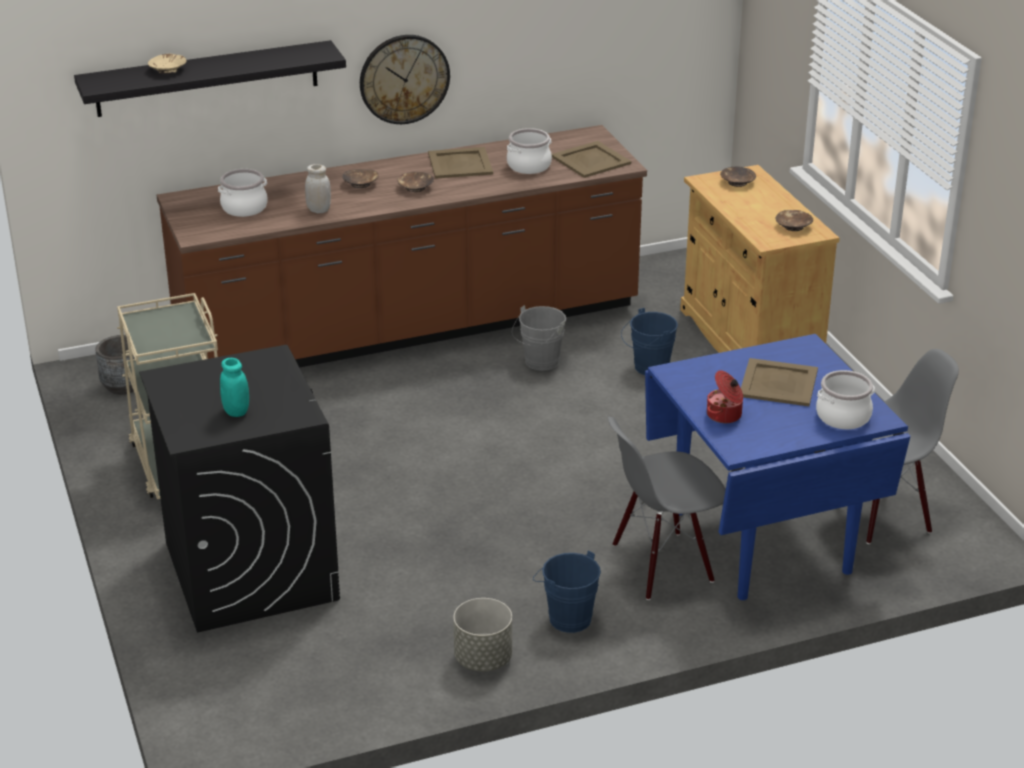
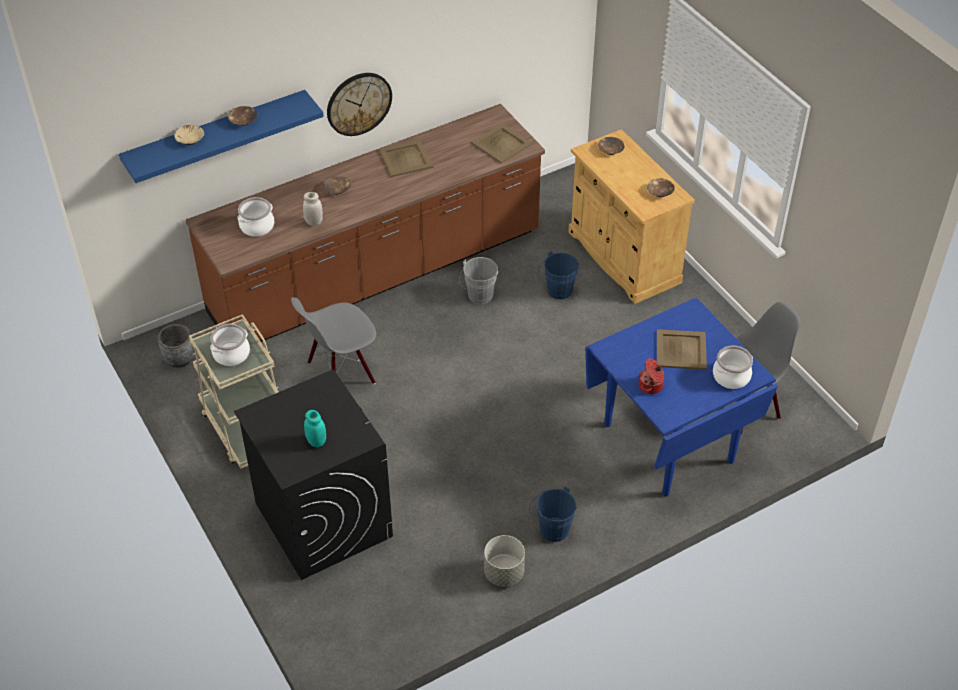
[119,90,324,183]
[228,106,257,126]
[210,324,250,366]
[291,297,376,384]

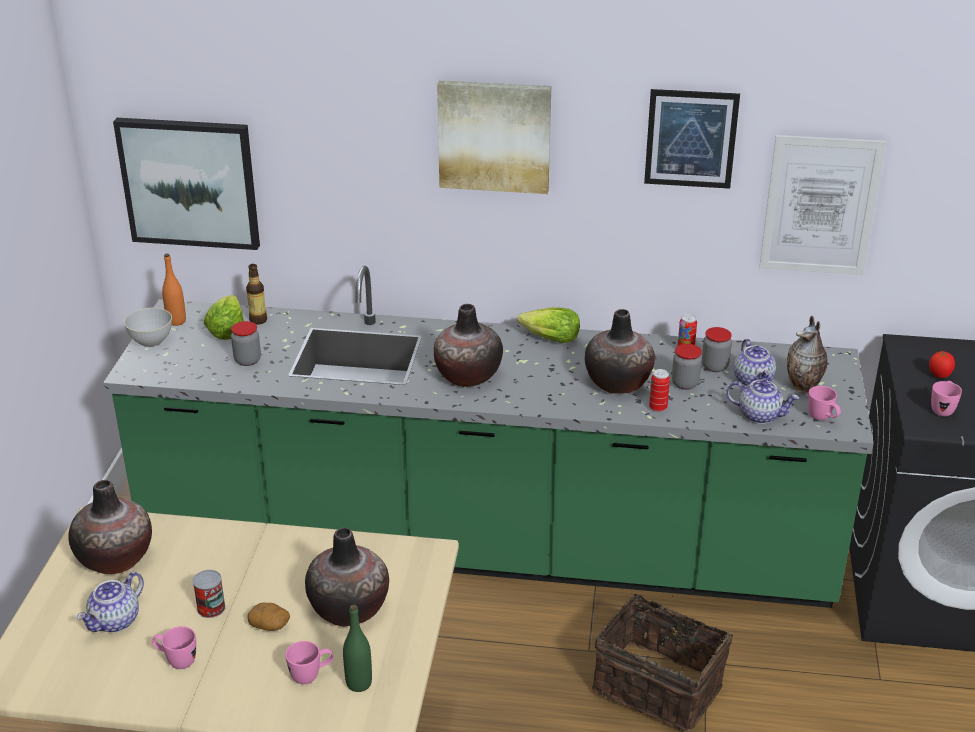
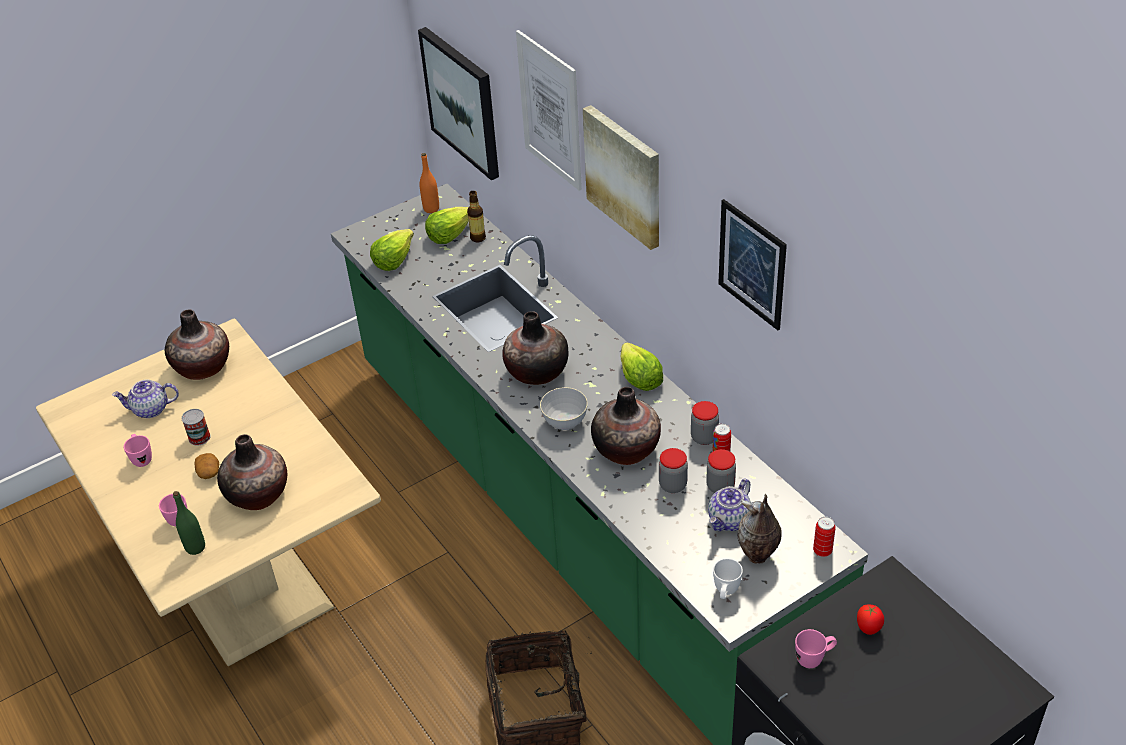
[540,387,588,430]
[691,401,719,445]
[813,517,836,557]
[726,380,799,424] (first image)
[516,30,582,191]
[713,558,743,599]
[370,229,414,271]

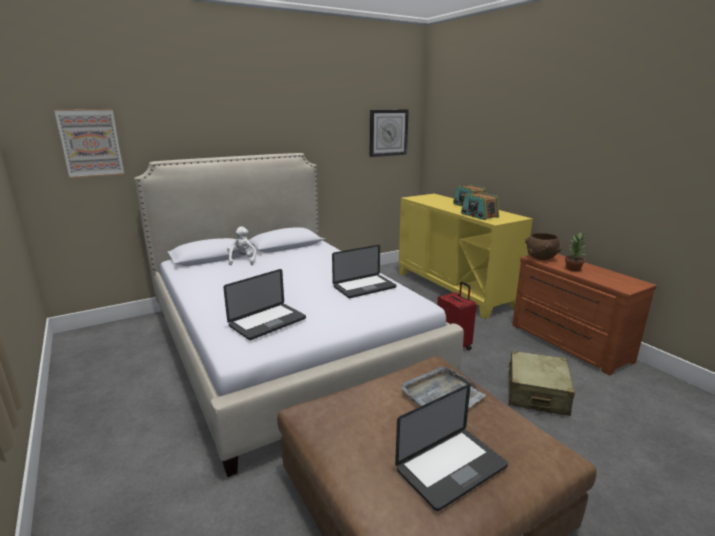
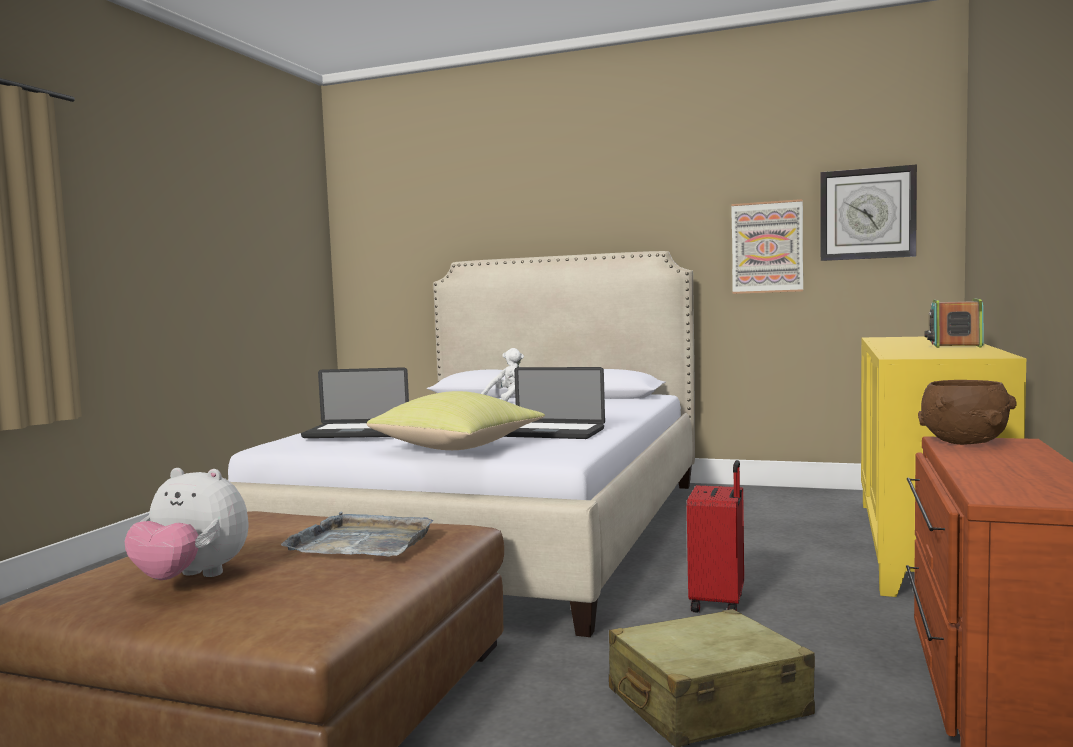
[731,199,803,294]
[125,468,249,580]
[461,192,499,220] (first image)
[565,232,586,271] (first image)
[367,391,545,450]

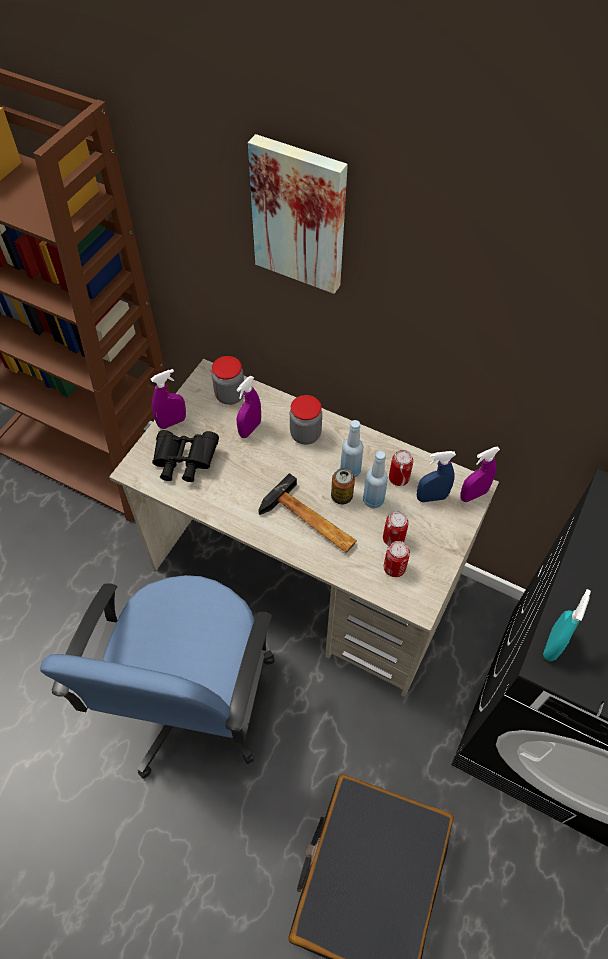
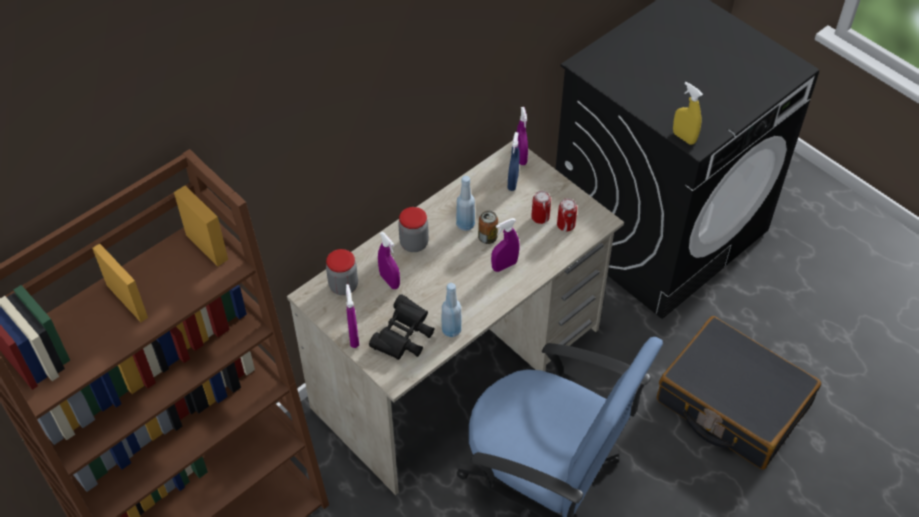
[248,134,348,294] (first image)
[491,218,519,272]
[442,283,462,337]
[389,450,413,486] (first image)
[673,82,703,145]

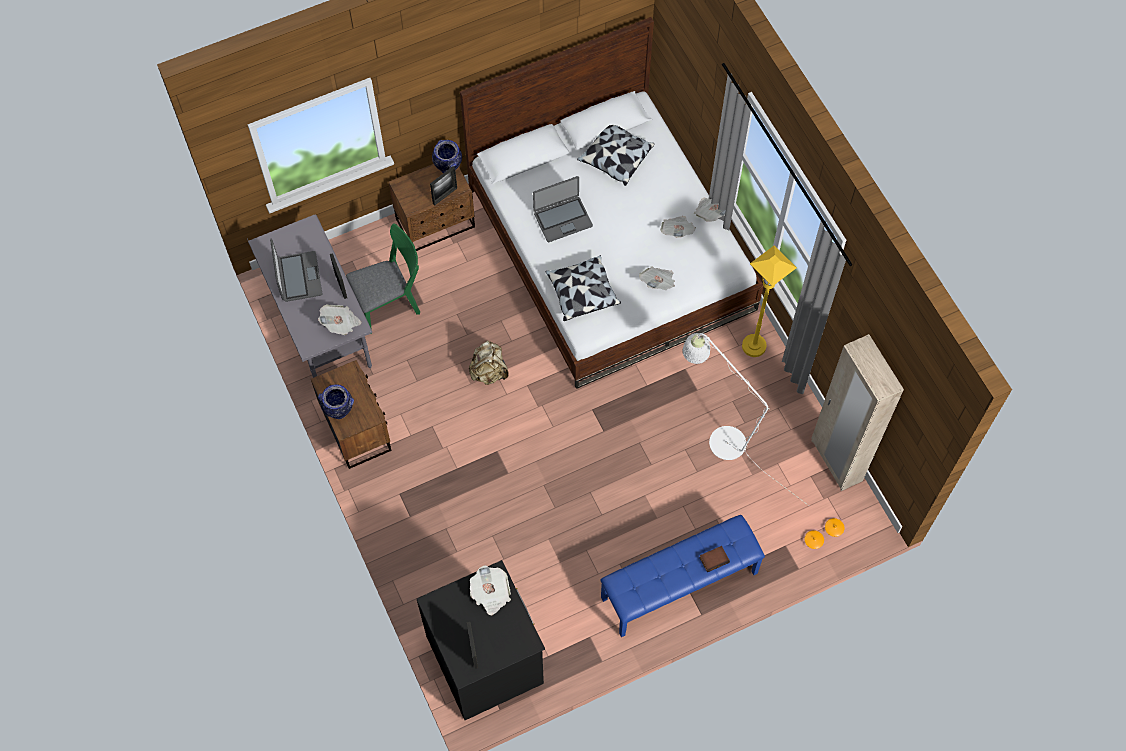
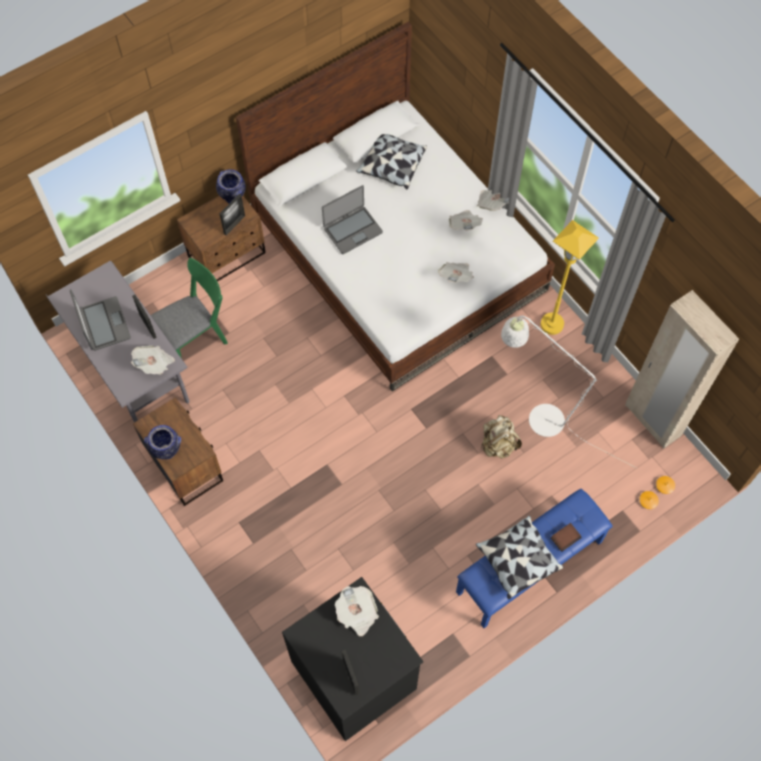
[481,415,522,459]
[476,515,564,599]

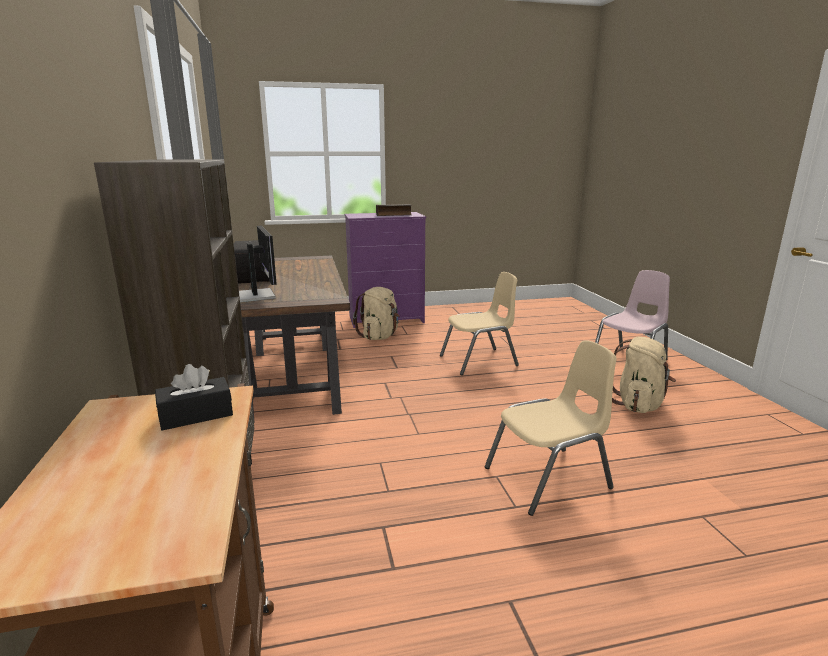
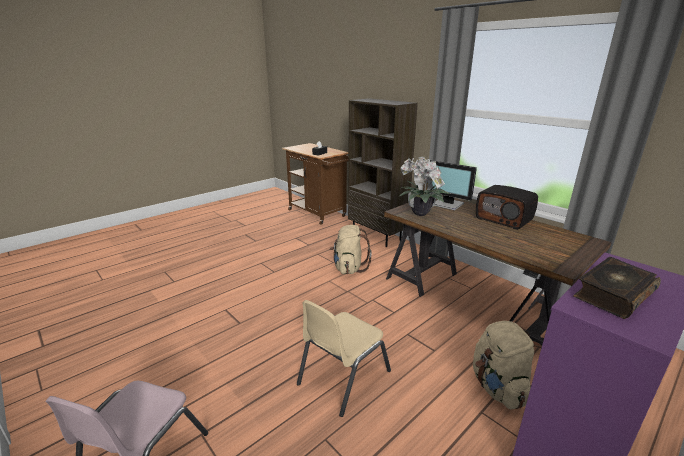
[485,340,617,516] (first image)
[330,225,372,274]
[400,156,450,216]

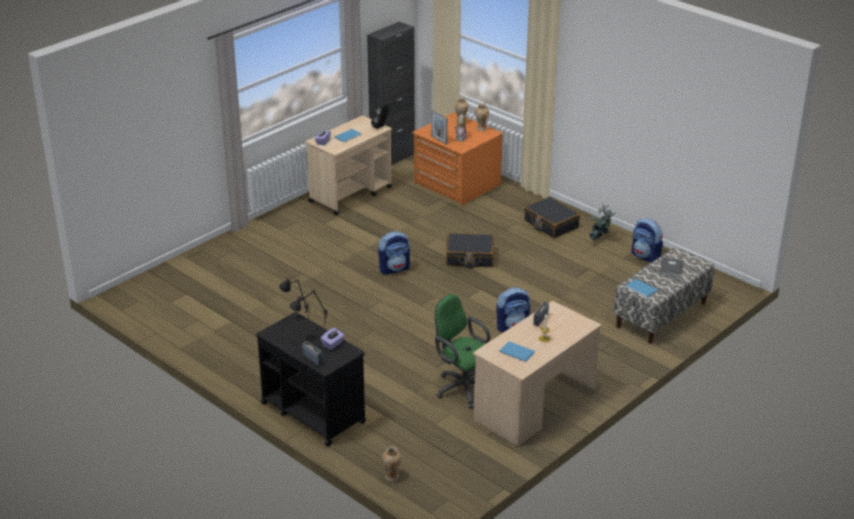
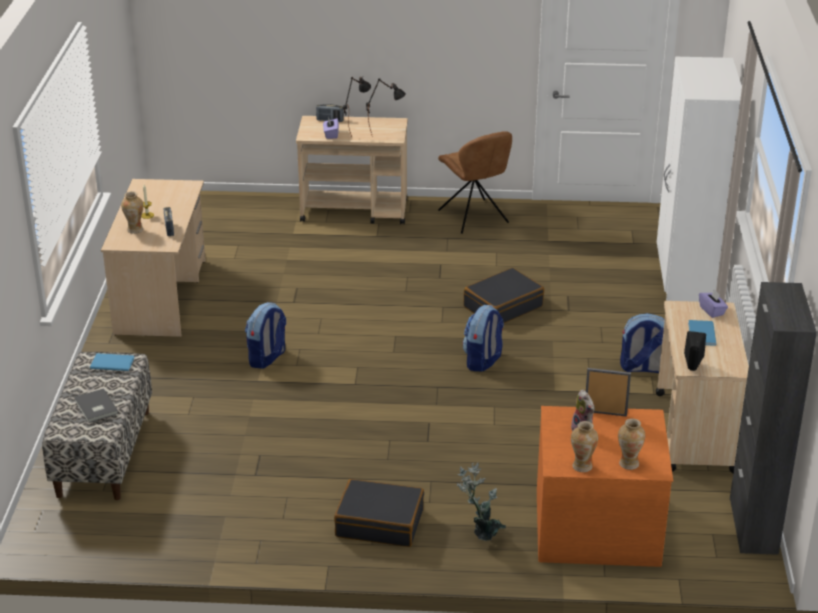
[296,116,408,224]
[121,191,143,234]
[435,294,490,409] (first image)
[463,268,544,323]
[499,341,535,362] (first image)
[457,463,506,541]
[620,313,665,373]
[438,131,512,234]
[657,57,742,302]

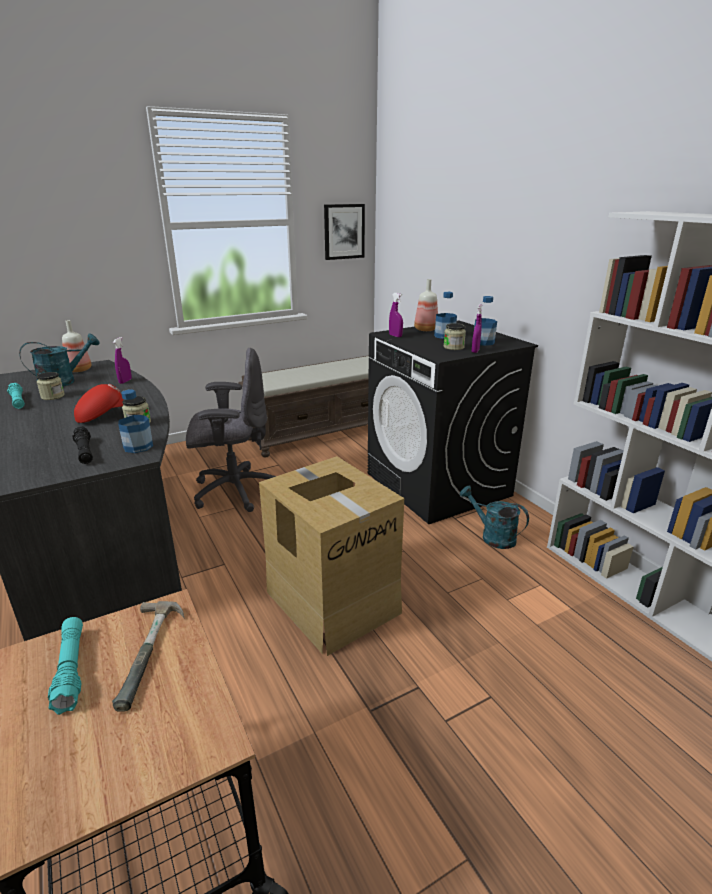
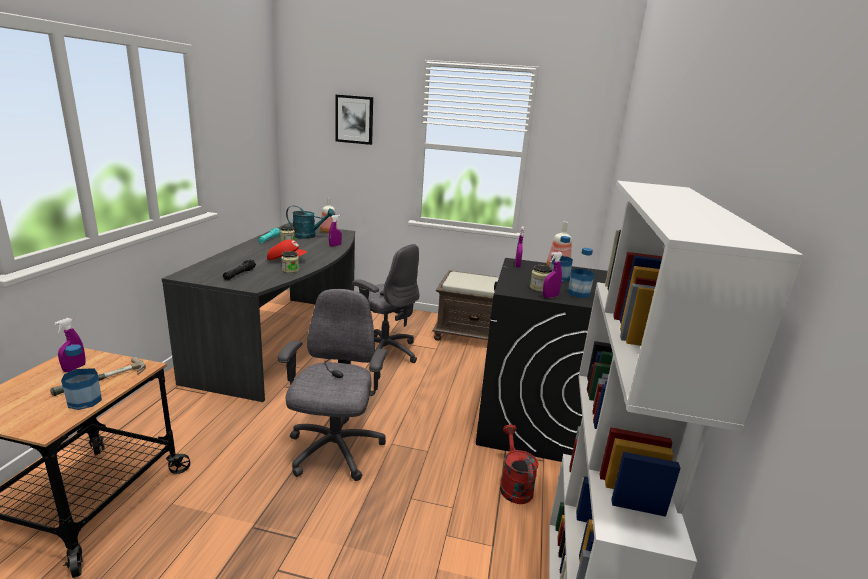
[54,318,86,372]
[61,345,102,410]
[278,289,387,481]
[335,95,373,145]
[500,424,538,504]

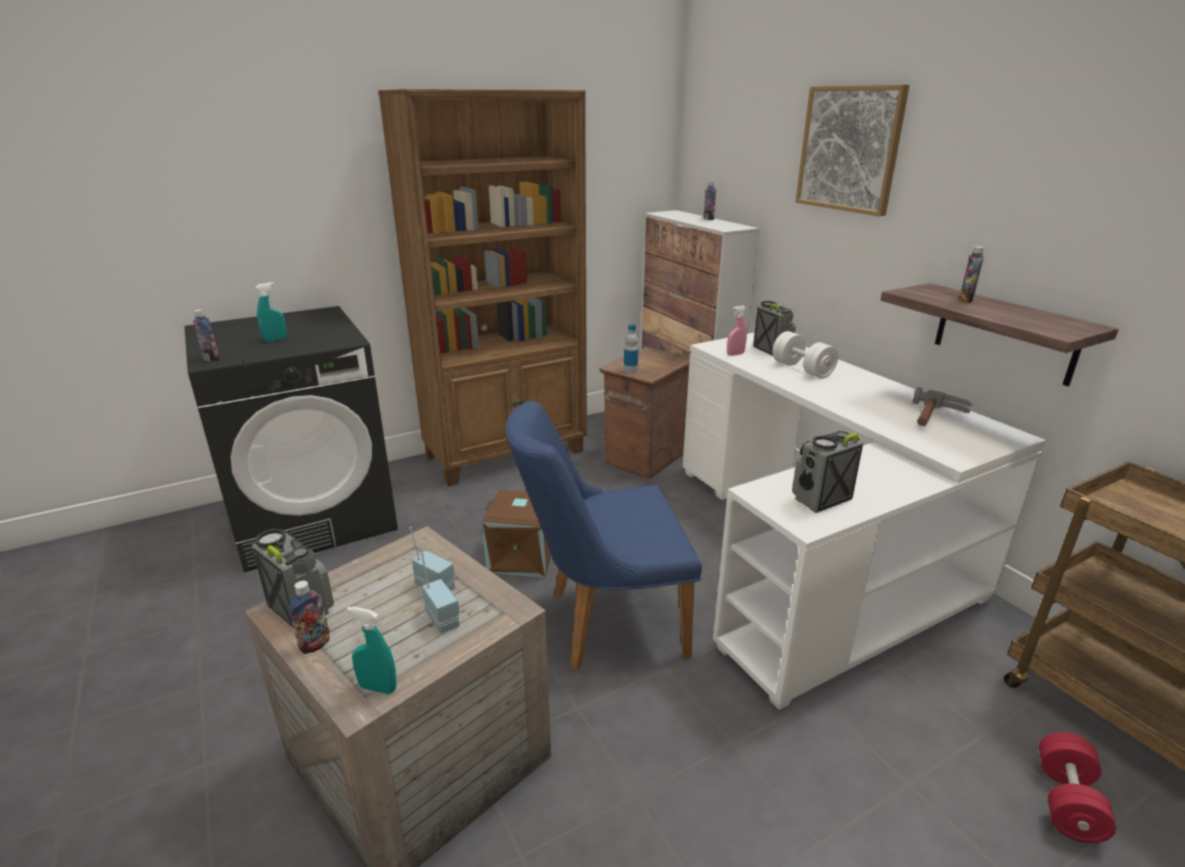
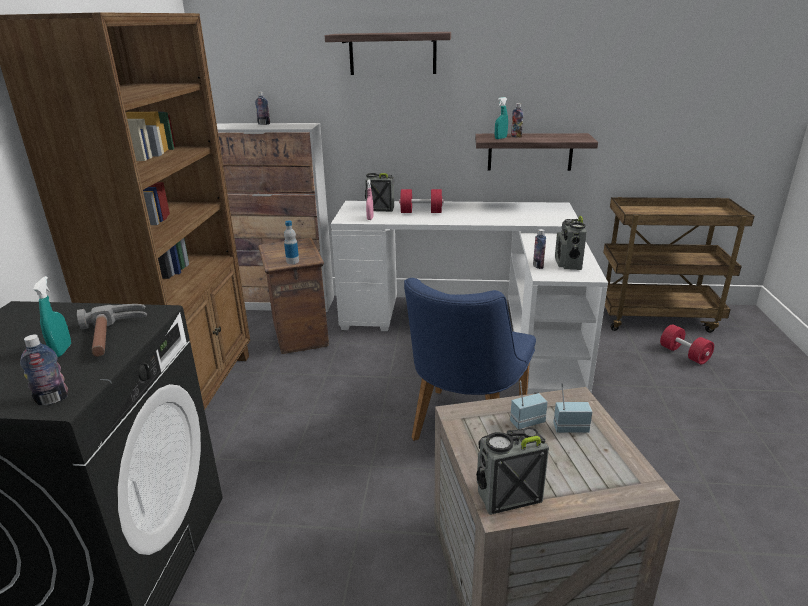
[533,229,546,269]
[495,97,508,139]
[482,490,552,578] (first image)
[399,189,444,213]
[325,32,451,75]
[77,304,147,357]

